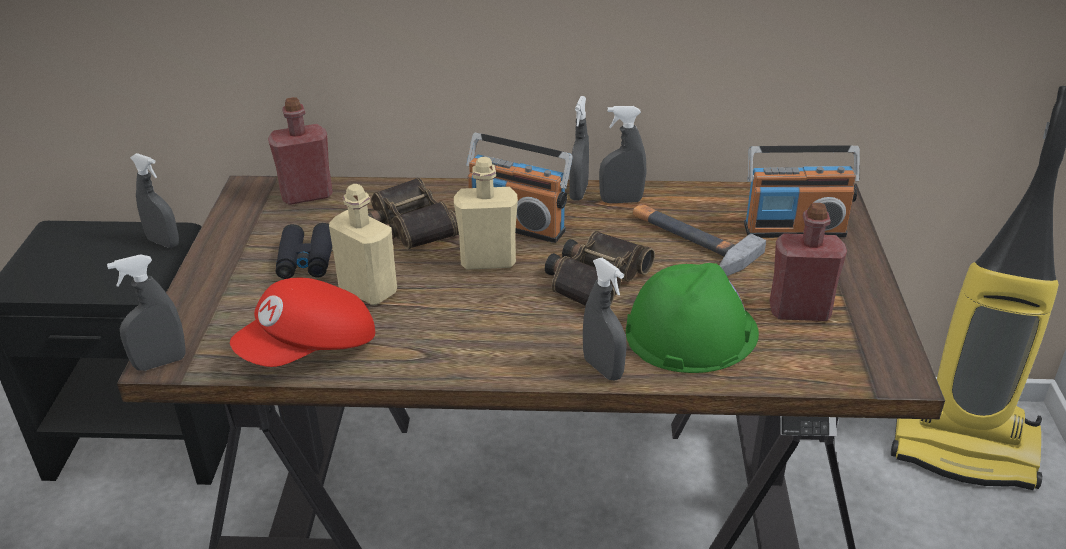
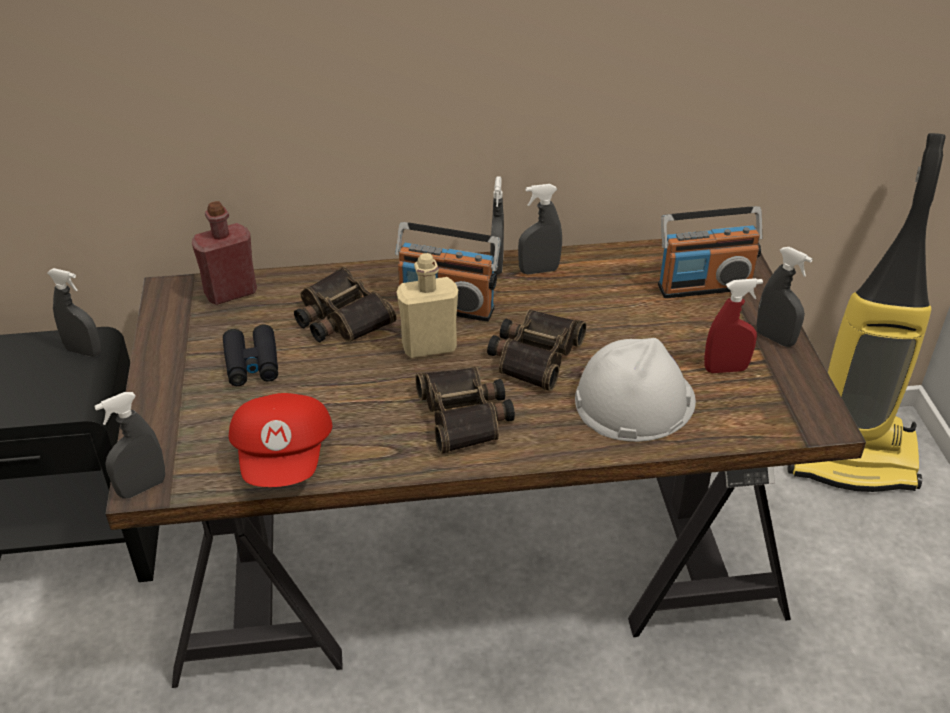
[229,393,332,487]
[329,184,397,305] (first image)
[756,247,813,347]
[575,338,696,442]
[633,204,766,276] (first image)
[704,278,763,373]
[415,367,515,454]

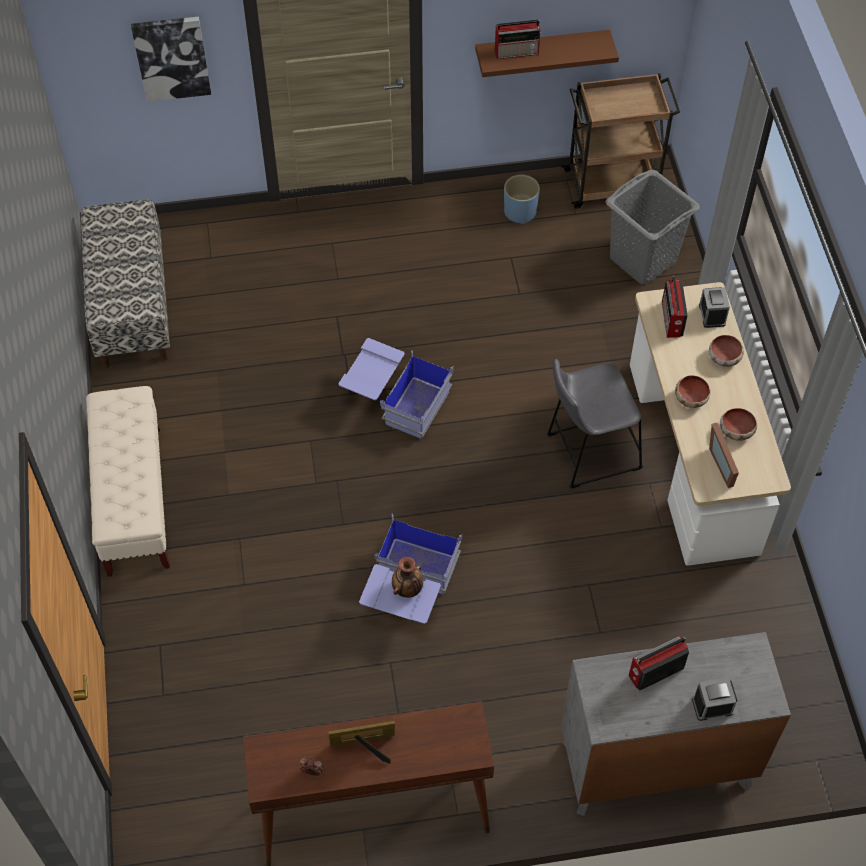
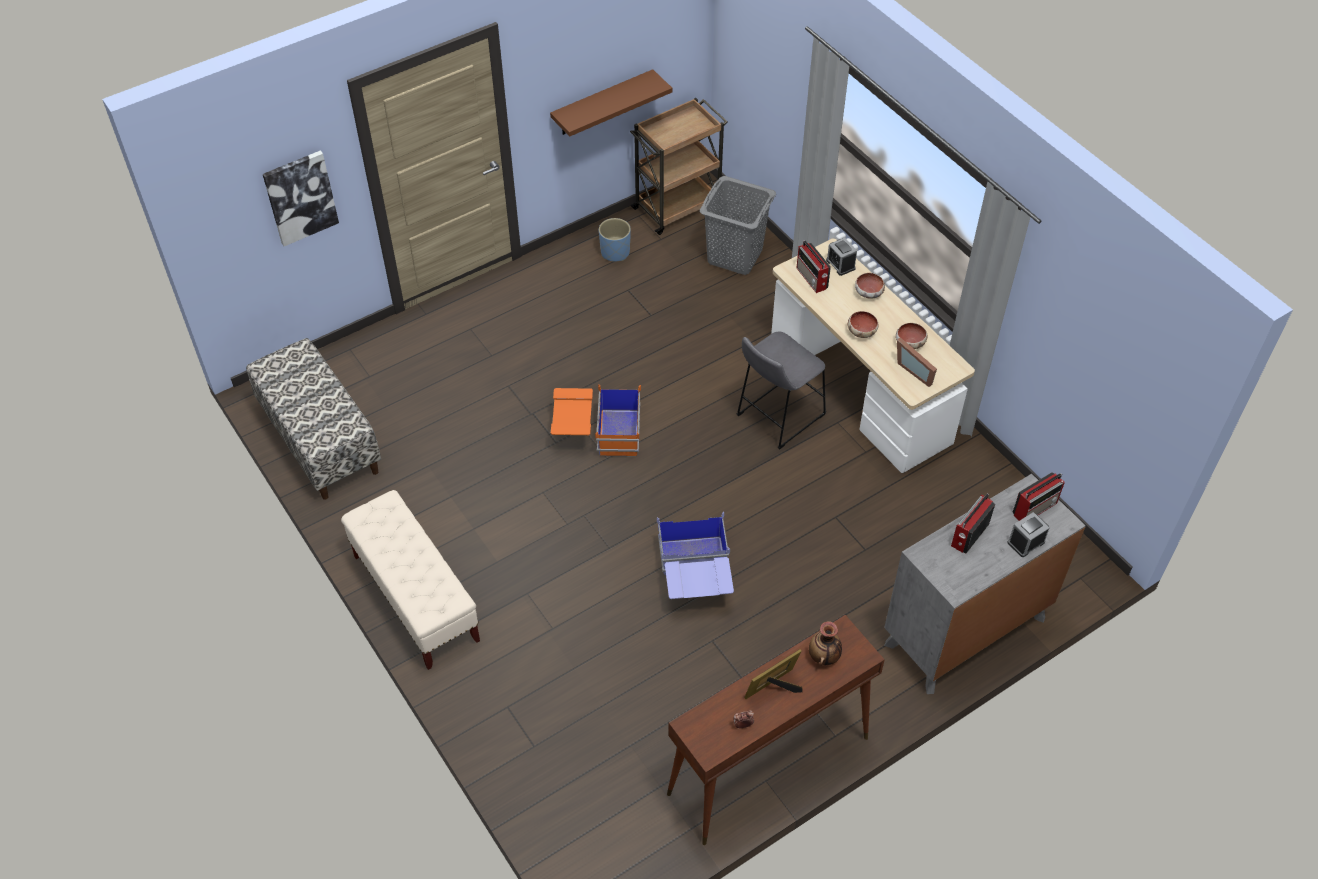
[551,384,641,457]
[809,622,842,666]
[1012,472,1065,521]

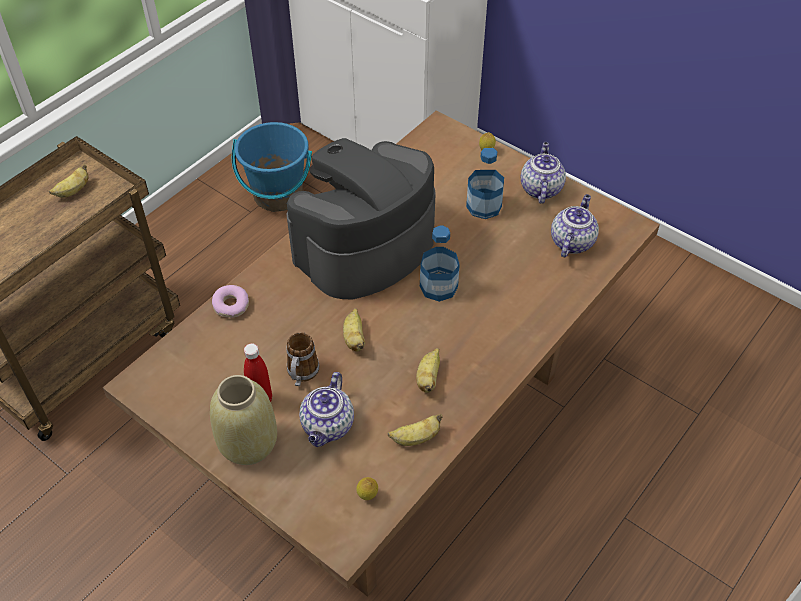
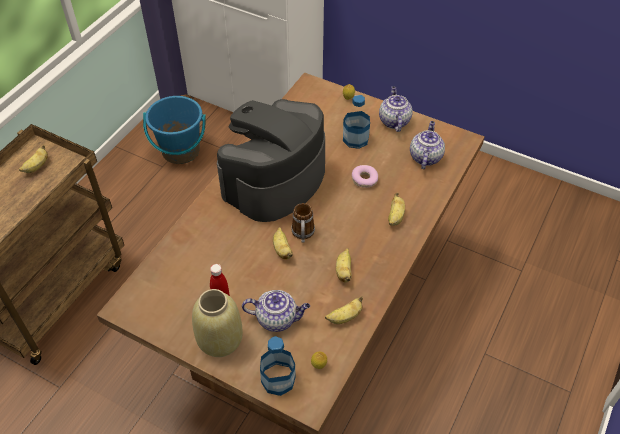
[352,165,378,188]
[291,203,315,242]
[242,290,310,332]
[260,336,296,396]
[388,192,405,226]

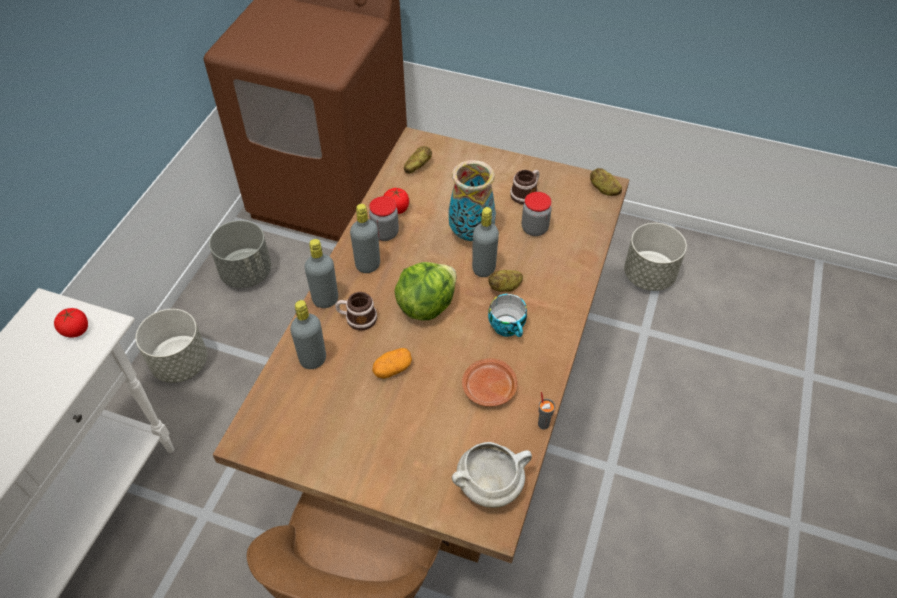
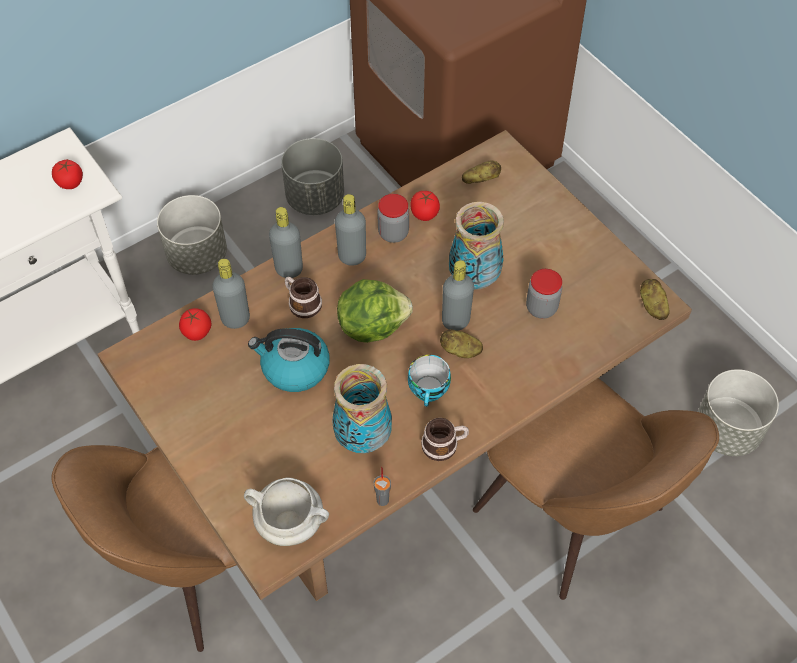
[248,328,330,392]
[332,364,392,453]
[421,418,469,461]
[179,308,212,341]
[473,378,719,600]

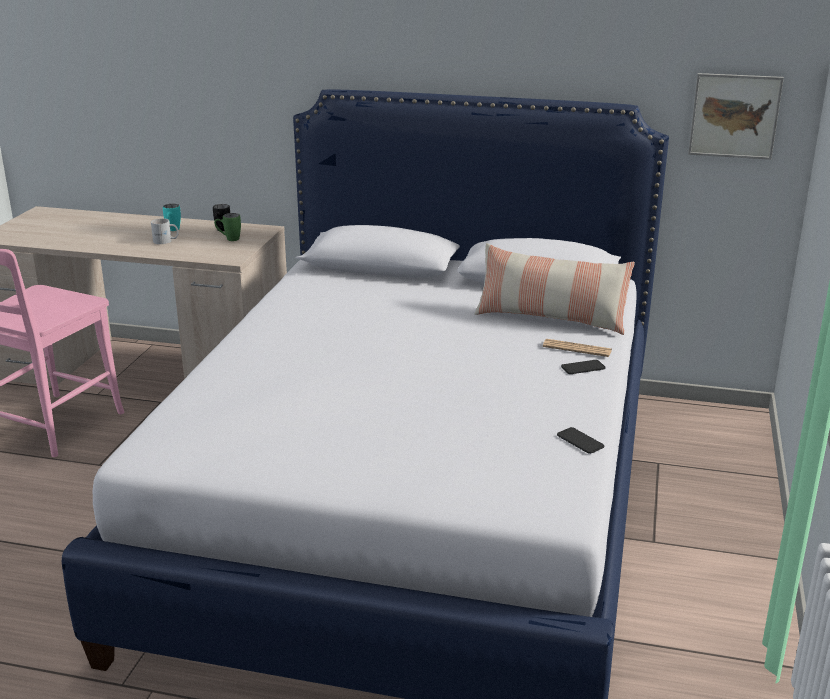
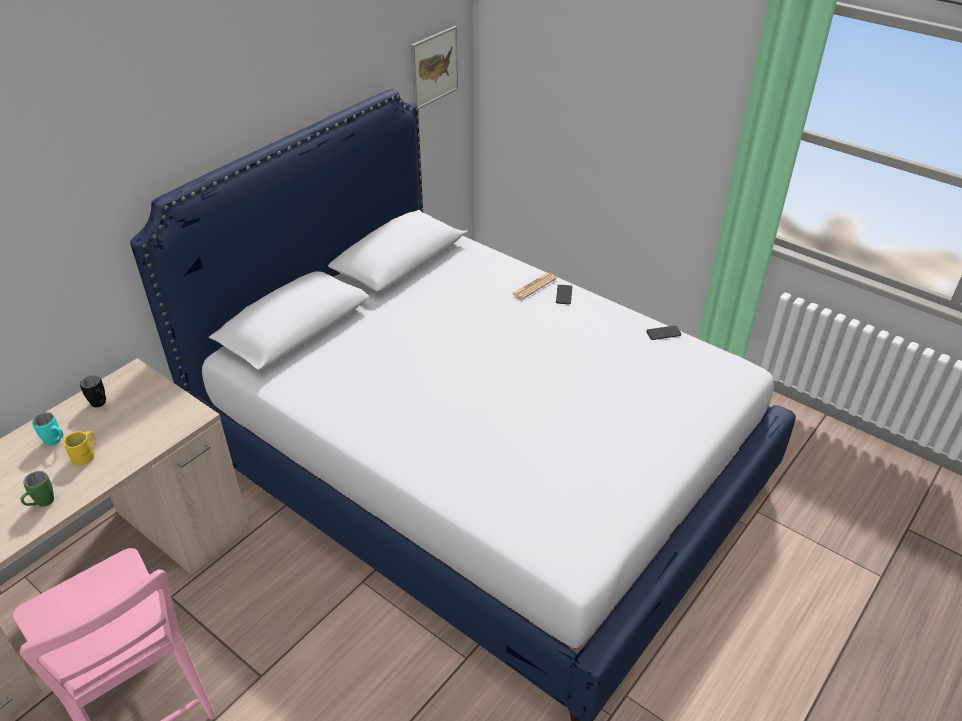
[63,431,96,466]
[20,471,54,507]
[475,243,635,335] (first image)

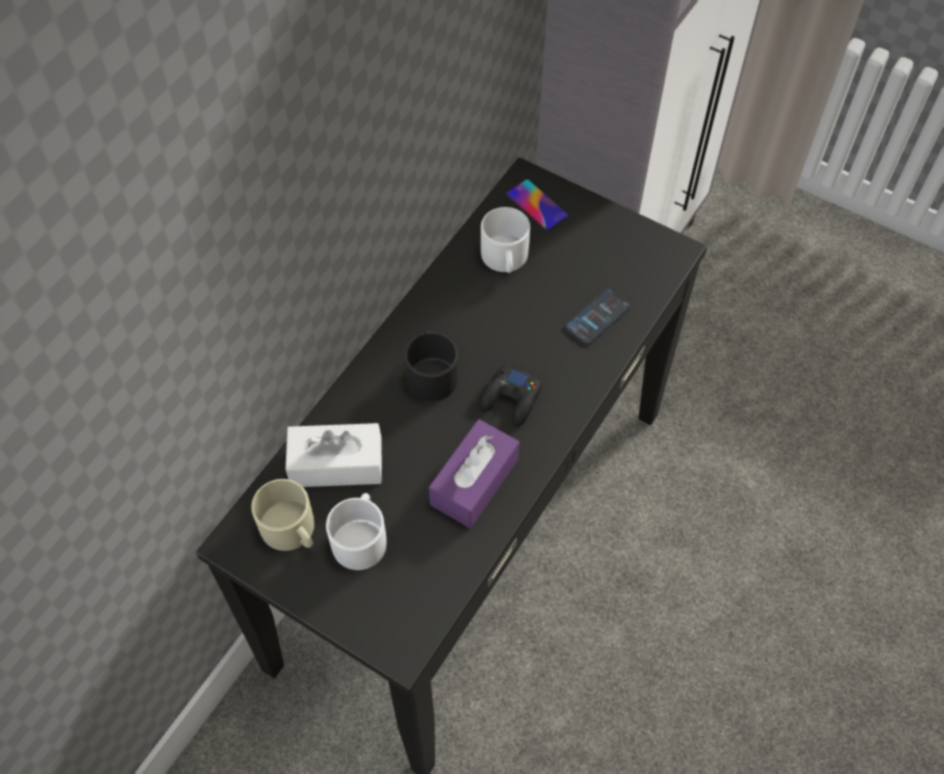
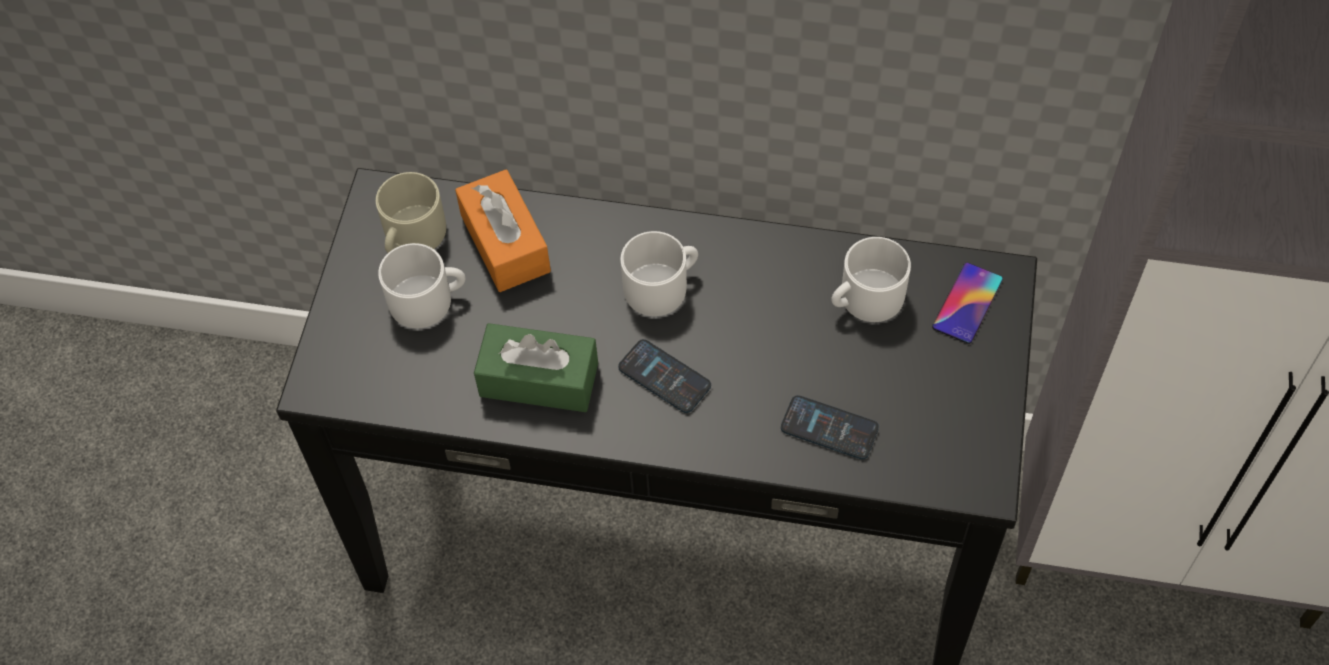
[455,170,551,292]
[621,231,698,316]
[474,323,598,412]
[618,339,711,413]

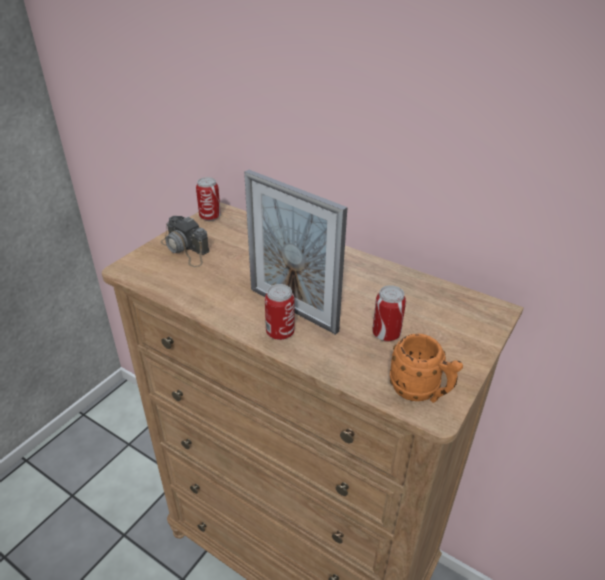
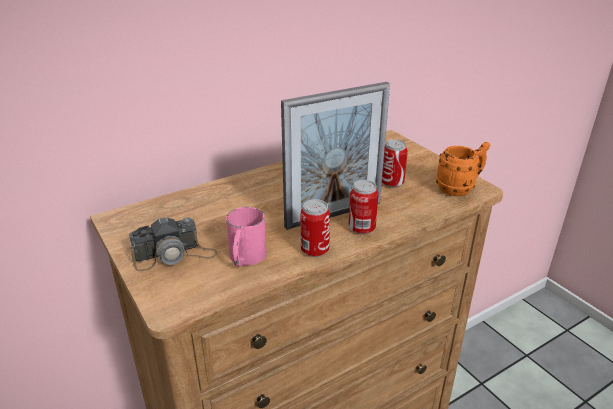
[300,199,330,257]
[226,207,266,267]

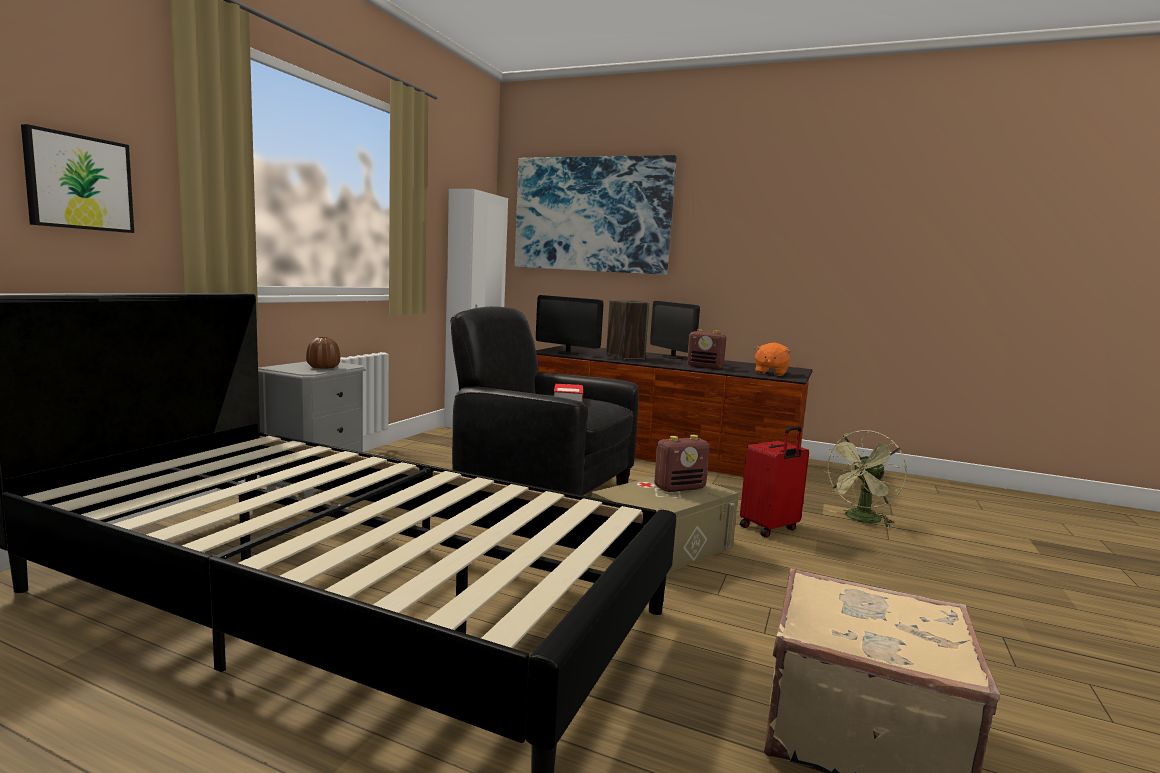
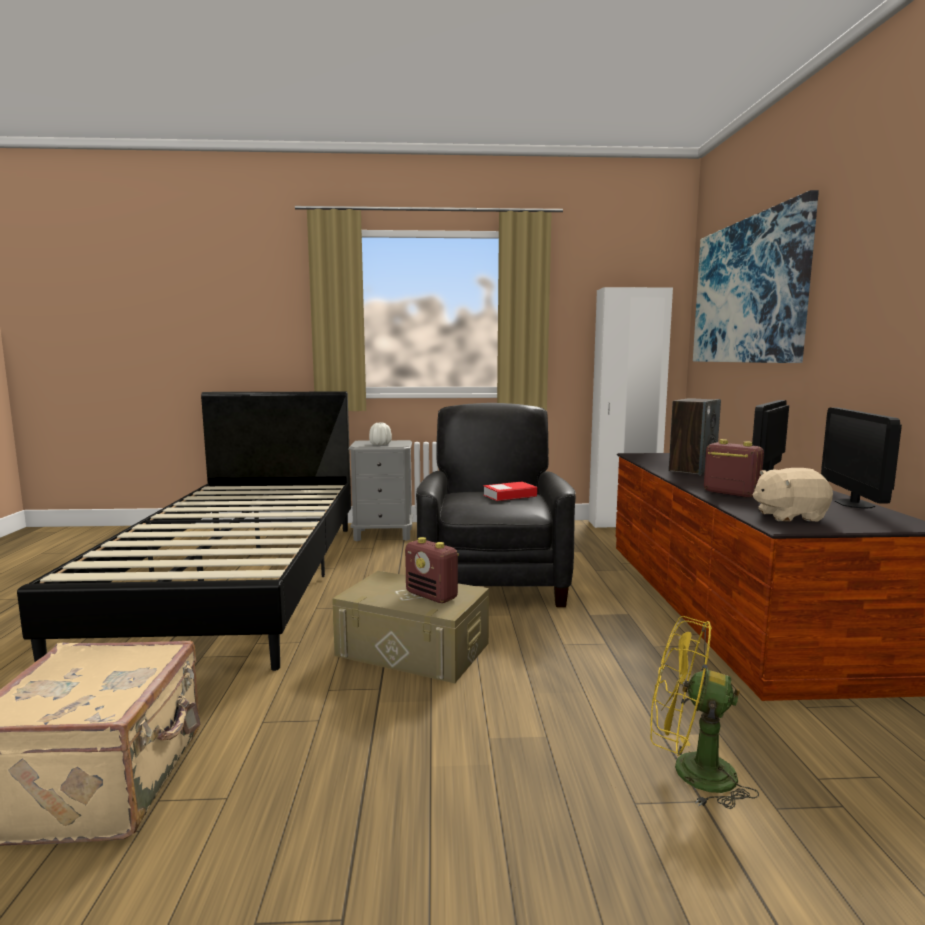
[21,124,134,233] (first image)
[369,423,392,445]
[821,407,902,509]
[704,439,764,498]
[740,426,809,538] (first image)
[753,468,833,521]
[650,616,759,809]

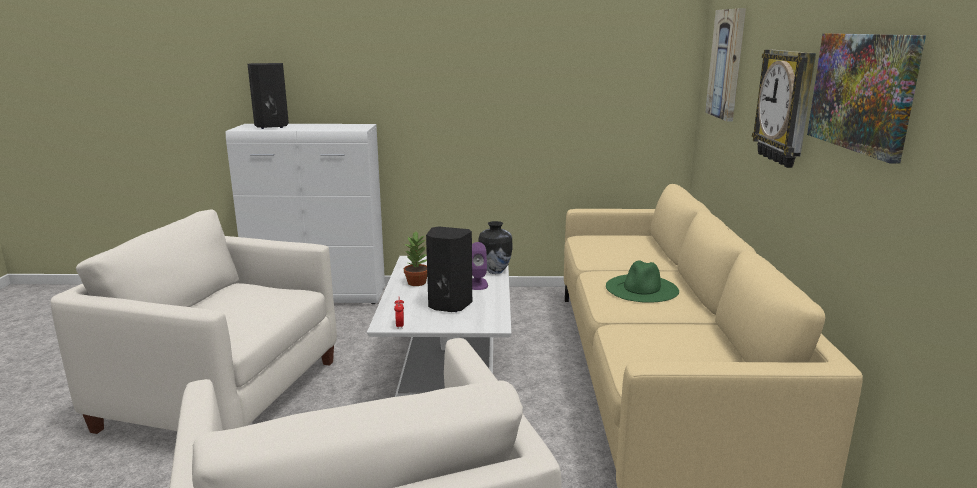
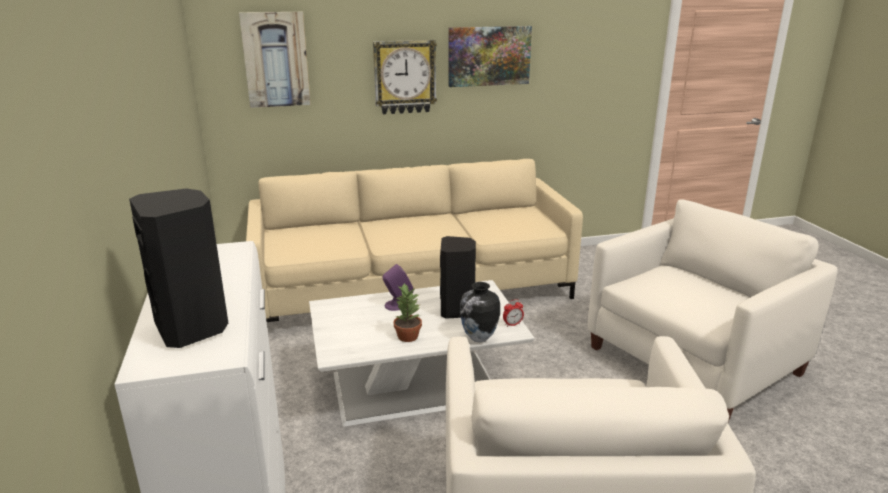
[460,282,500,342]
[606,261,679,303] (first image)

